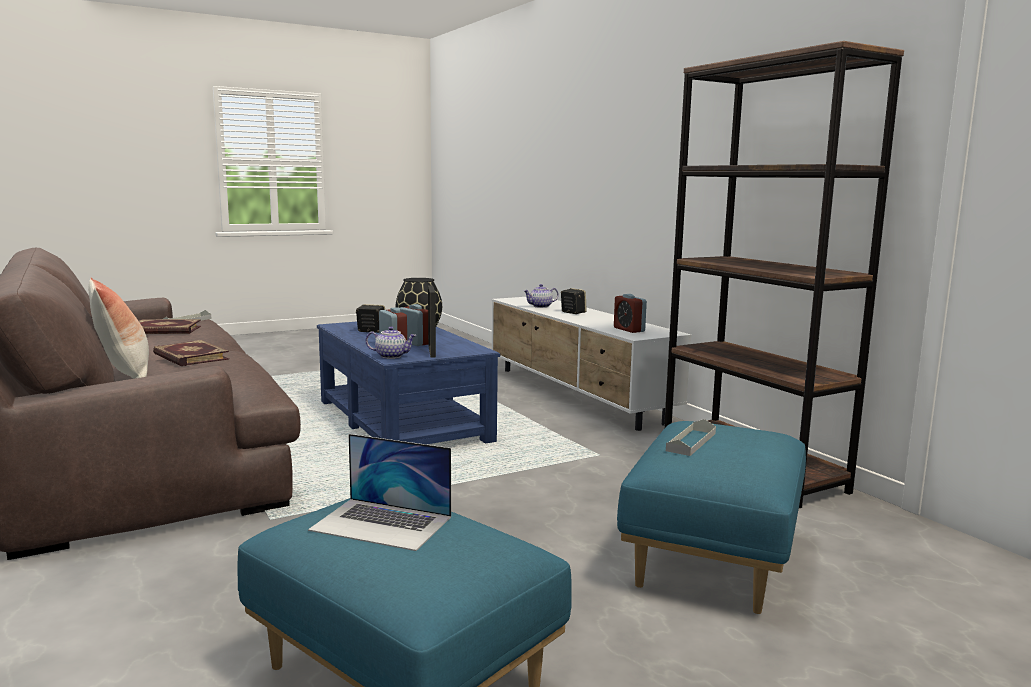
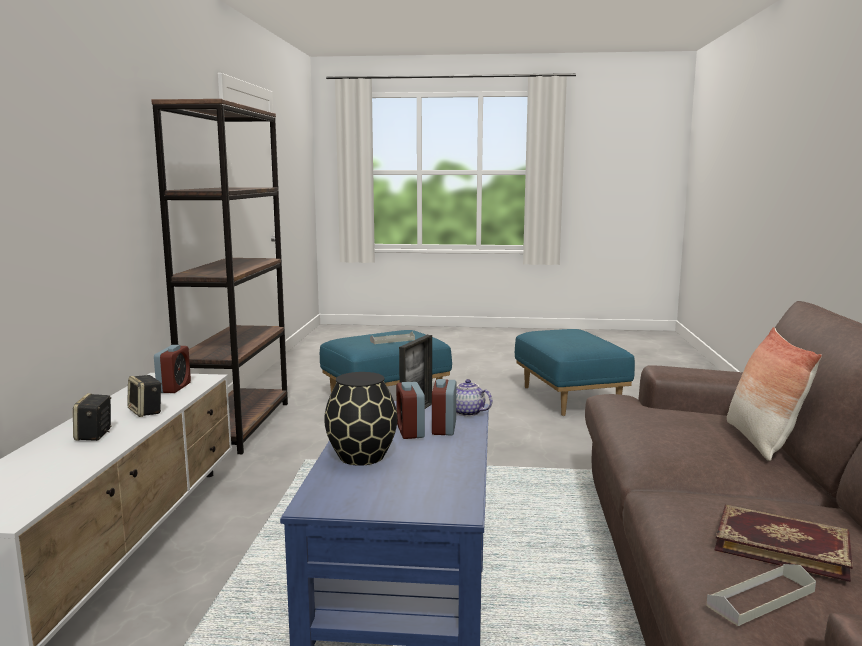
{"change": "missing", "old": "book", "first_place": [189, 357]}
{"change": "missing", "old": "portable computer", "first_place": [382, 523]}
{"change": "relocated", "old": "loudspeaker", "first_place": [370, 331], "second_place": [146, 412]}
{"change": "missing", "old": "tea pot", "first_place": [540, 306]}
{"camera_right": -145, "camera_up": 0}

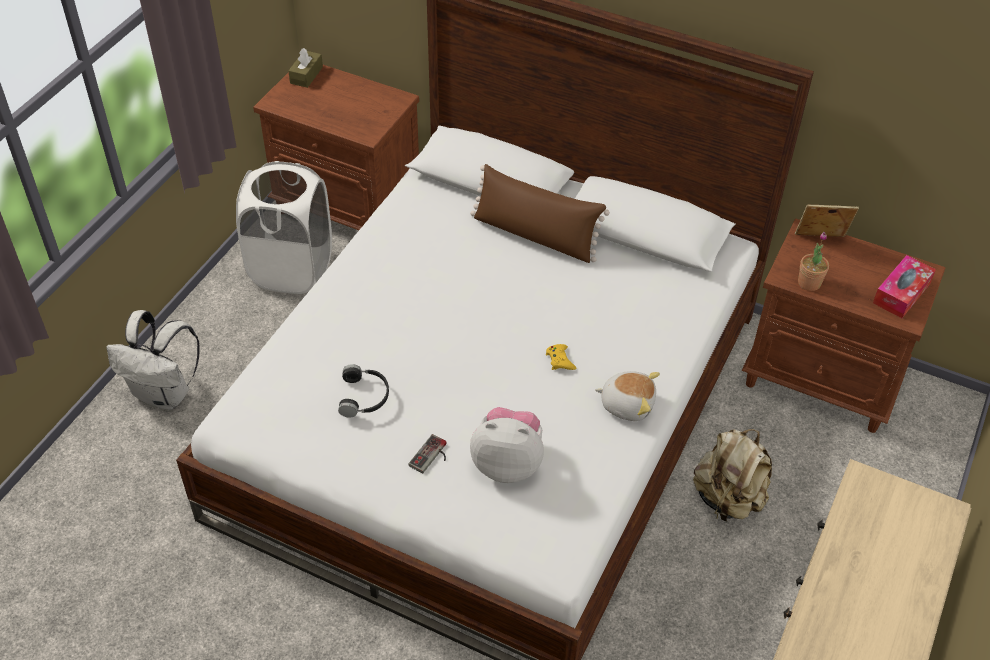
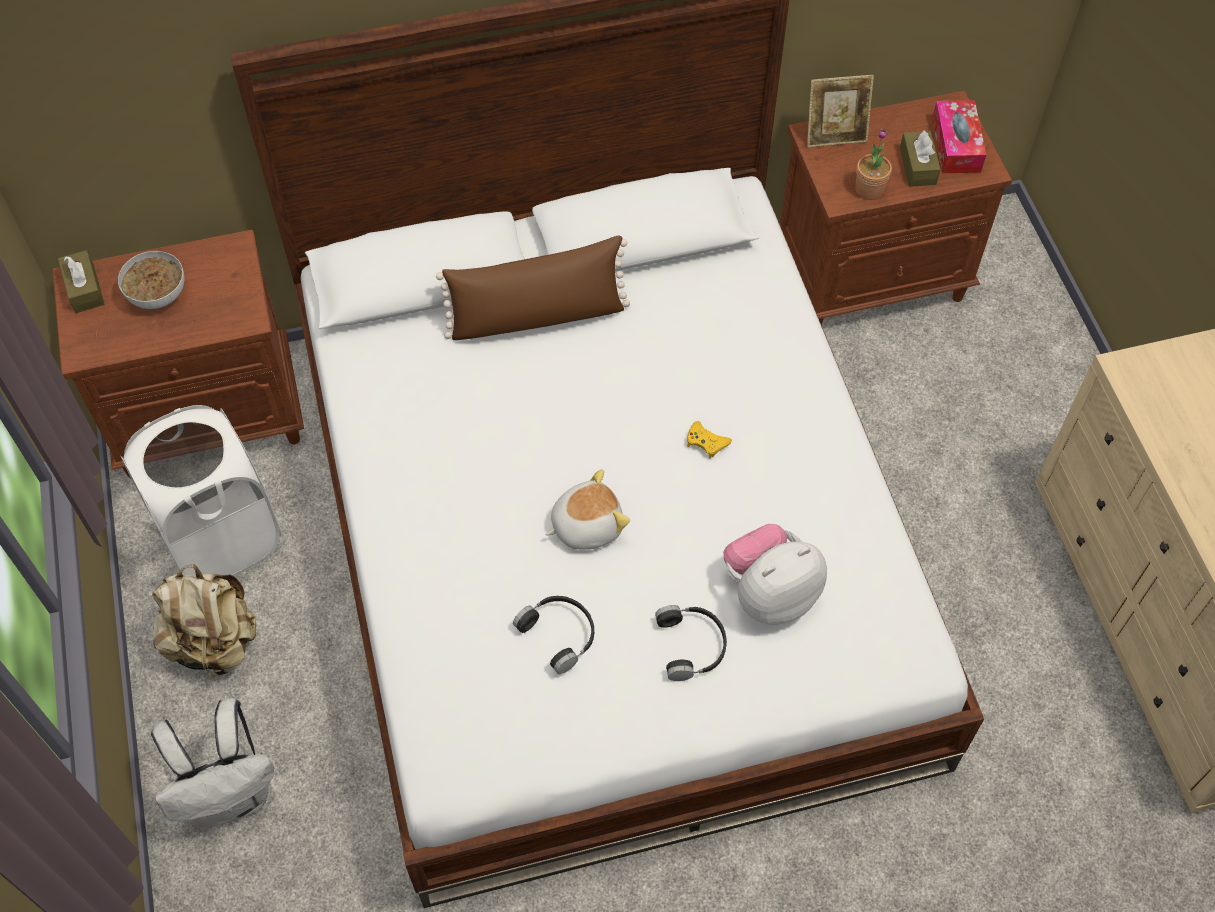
{"change": "exchanged", "old": "joypad", "new": "black headset", "first_place": [432, 457], "second_place": [692, 645]}
{"change": "relocated", "old": "plush toy", "first_place": [627, 404], "second_place": [586, 525]}
{"change": "relocated", "old": "sand-coloured rucksack", "first_place": [728, 498], "second_place": [214, 642]}
{"change": "spun", "old": "picture frame", "first_place": [820, 241], "second_place": [835, 136], "degrees": -150}
{"change": "appeared", "new": "bowl", "second_place": [157, 294]}
{"change": "appeared", "new": "brown-coloured tissue holder", "second_place": [917, 166]}
{"camera_right": -40, "camera_up": 10}

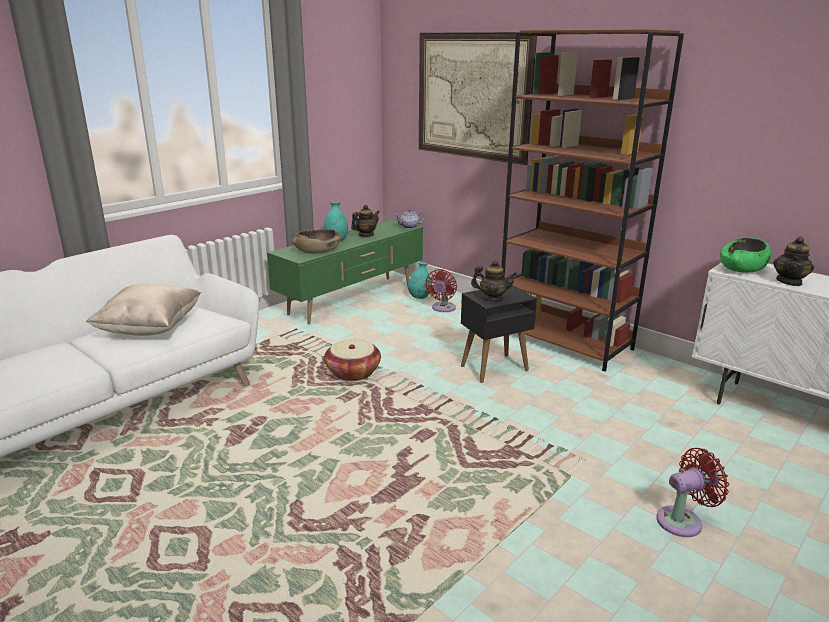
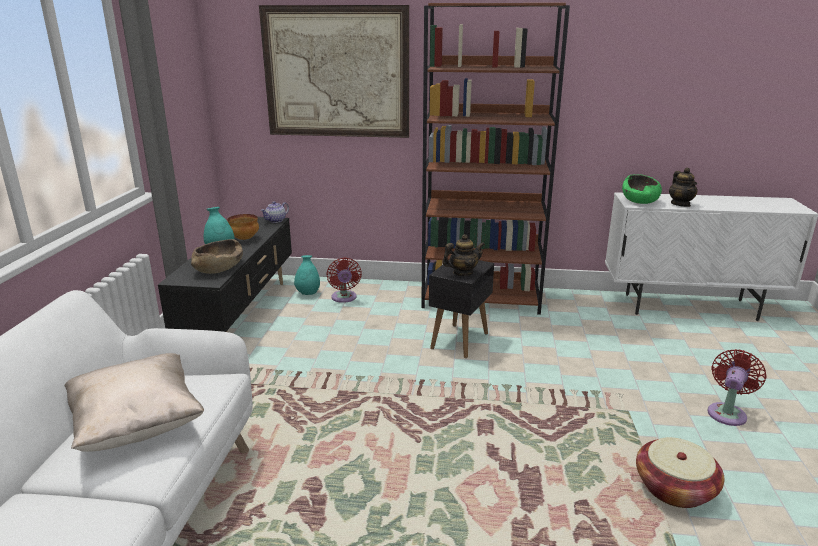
{"change": "colour", "old": "green tv stand", "new": "black tv stand", "first_place": [353, 299], "second_place": [241, 315]}
{"change": "relocated", "old": "storage basket", "first_place": [353, 372], "second_place": [674, 488]}
{"change": "exchanged", "old": "tea pot", "new": "bowl", "first_place": [365, 235], "second_place": [244, 239]}
{"camera_right": -35, "camera_up": 0}

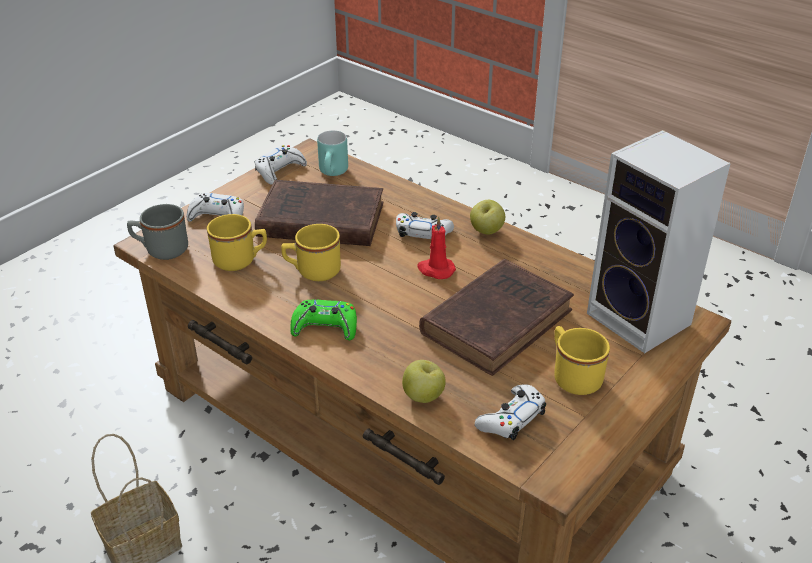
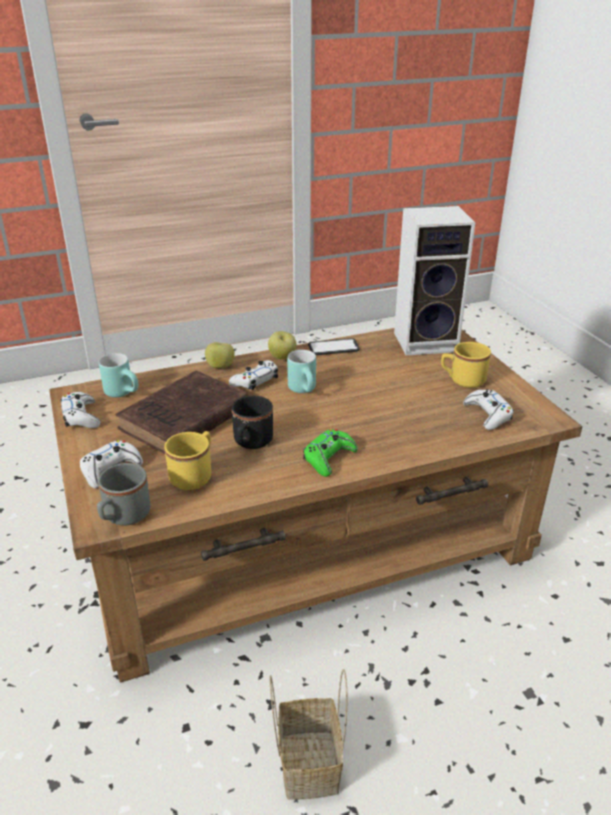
{"change": "colour", "old": "yellow mug", "new": "black mug", "first_place": [312, 271], "second_place": [251, 443]}
{"change": "relocated", "old": "apple fruit", "first_place": [423, 396], "second_place": [220, 367]}
{"change": "exchanged", "old": "red-coloured wax candle", "new": "turquoise mug", "first_place": [435, 270], "second_place": [305, 390]}
{"change": "missing", "old": "brown-coloured book", "first_place": [499, 320]}
{"change": "appeared", "new": "telephone", "second_place": [333, 347]}
{"camera_right": -60, "camera_up": -5}

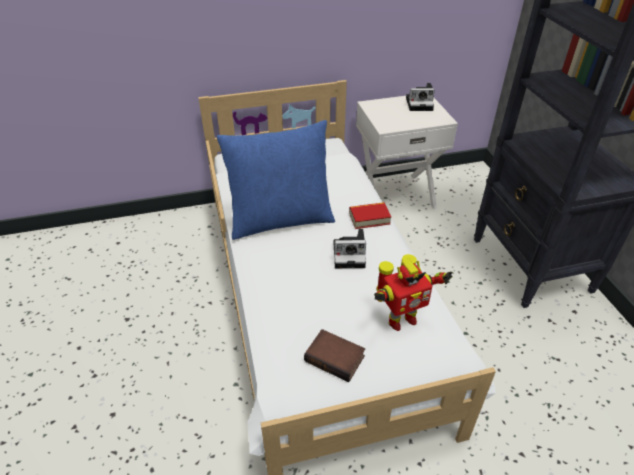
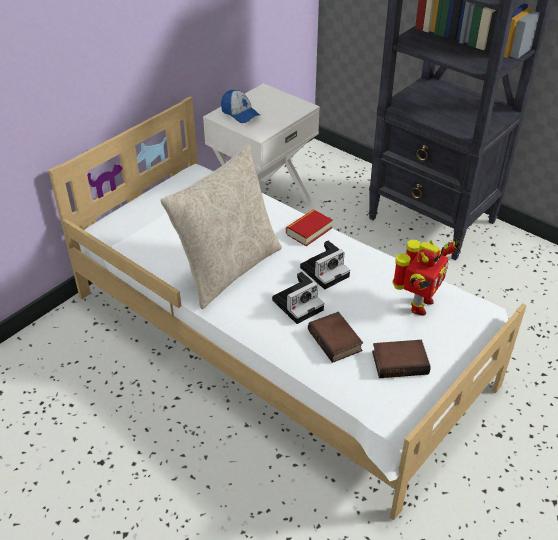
{"change": "colour", "old": "blue-coloured pillow", "new": "sand-coloured pillow", "first_place": [281, 219], "second_place": [228, 269]}
{"change": "relocated", "old": "still camera", "first_place": [420, 103], "second_place": [298, 303]}
{"change": "appeared", "new": "baseball cap", "second_place": [240, 114]}
{"change": "appeared", "new": "book", "second_place": [336, 341]}
{"camera_right": -35, "camera_up": 0}

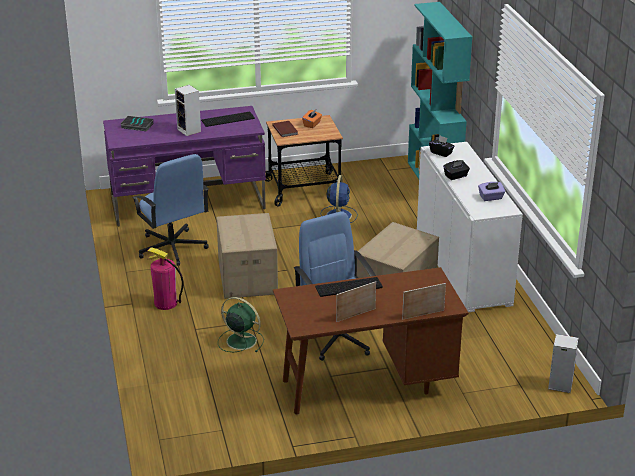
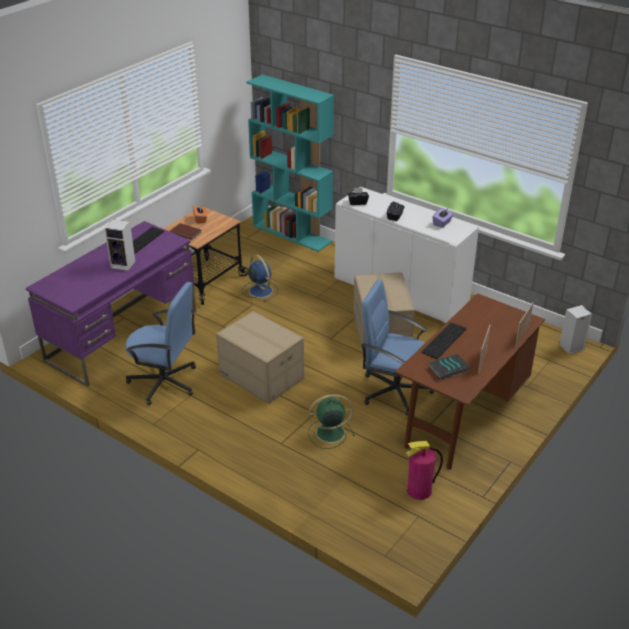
{"change": "relocated", "old": "book", "first_place": [136, 126], "second_place": [448, 369]}
{"change": "relocated", "old": "extinguisher", "first_place": [165, 303], "second_place": [419, 490]}
{"camera_right": -40, "camera_up": 5}

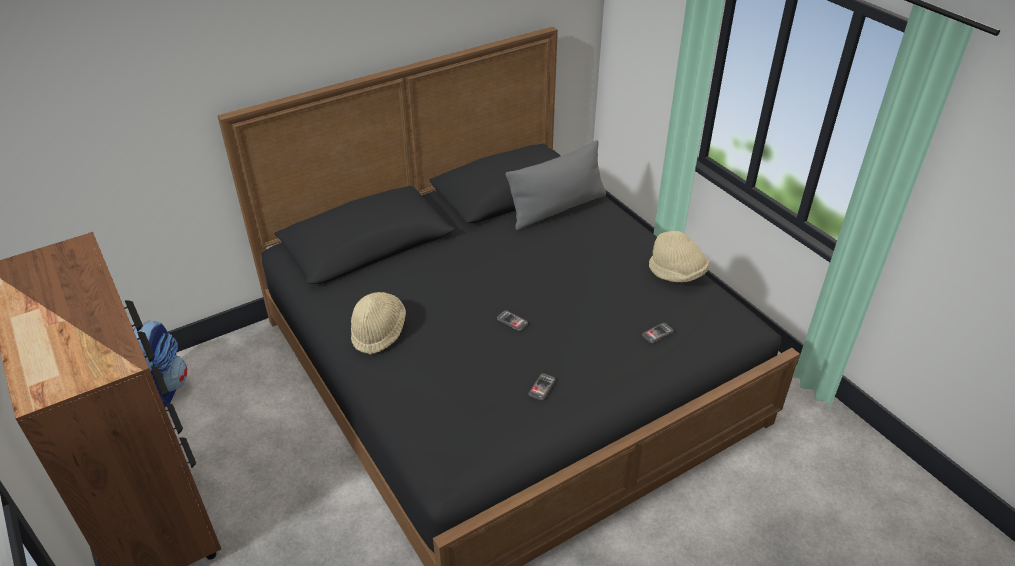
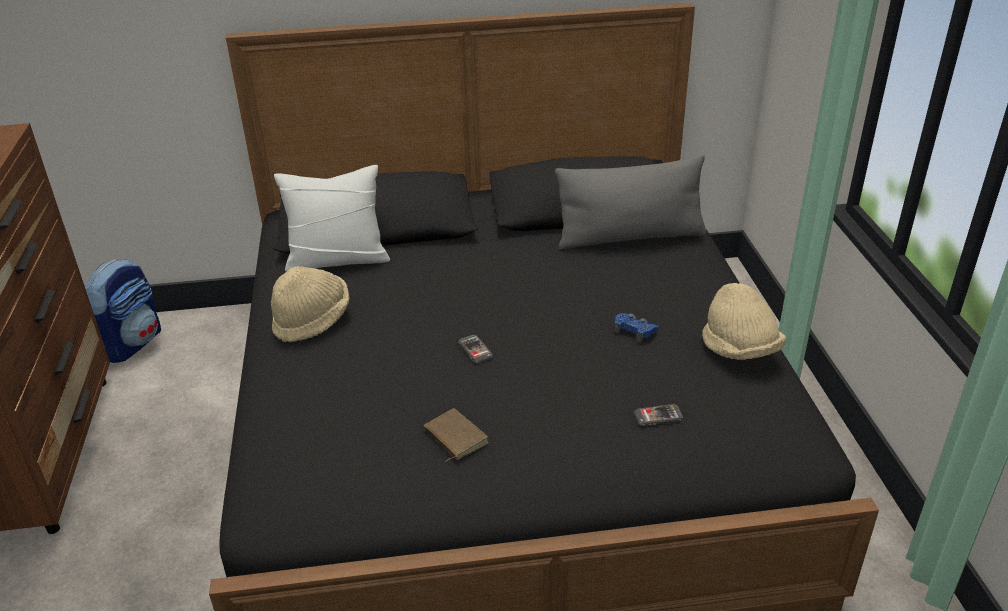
{"change": "exchanged", "old": "telephone", "new": "brown-coloured book", "first_place": [542, 387], "second_place": [454, 437]}
{"change": "appeared", "new": "whitish pillow", "second_place": [338, 259]}
{"change": "appeared", "new": "blue-coloured joypad", "second_place": [634, 331]}
{"camera_right": 25, "camera_up": -5}

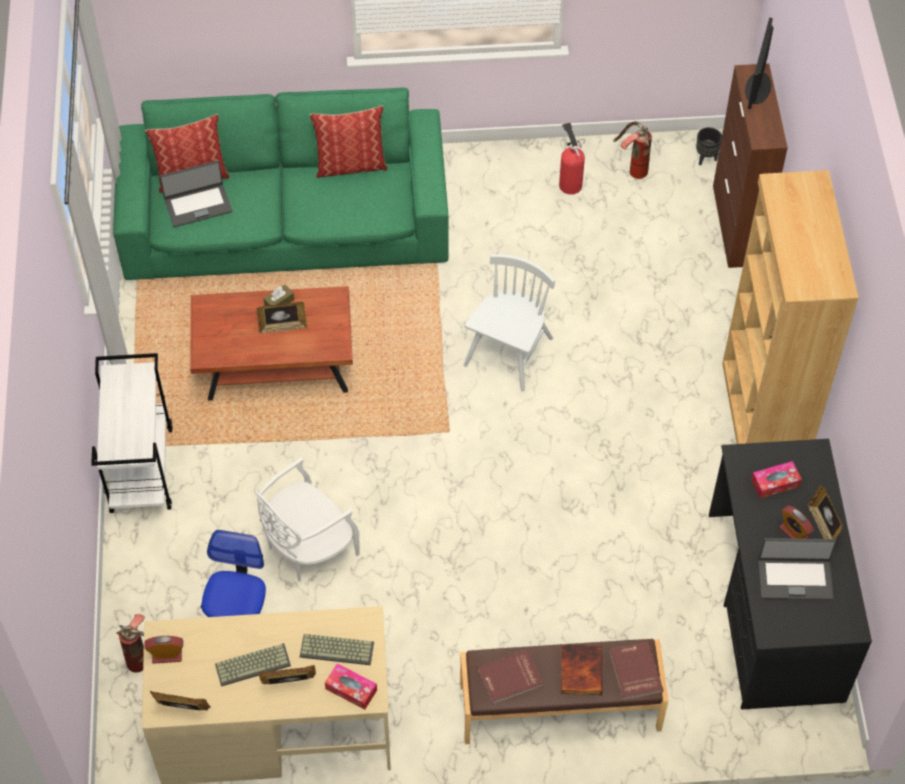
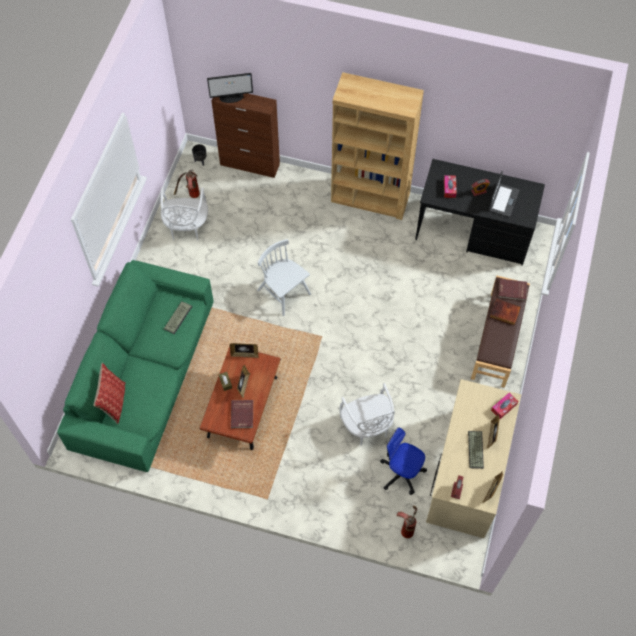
{"change": "missing", "old": "whitish cart", "first_place": [141, 469]}
{"change": "missing", "old": "portable computer", "first_place": [198, 205]}
{"change": "relocated", "old": "computer keyboard", "first_place": [338, 648], "second_place": [177, 317]}
{"change": "missing", "old": "pillow", "first_place": [350, 165]}
{"change": "relocated", "old": "red-coloured book", "first_place": [510, 678], "second_place": [242, 414]}
{"change": "exchanged", "old": "extinguisher", "new": "whitish upright chair", "first_place": [569, 183], "second_place": [186, 227]}
{"change": "spun", "old": "computer display", "first_place": [757, 88], "second_place": [231, 97], "degrees": -45}
{"change": "relocated", "old": "picture frame", "first_place": [822, 526], "second_place": [244, 354]}
{"camera_right": -70, "camera_up": 5}

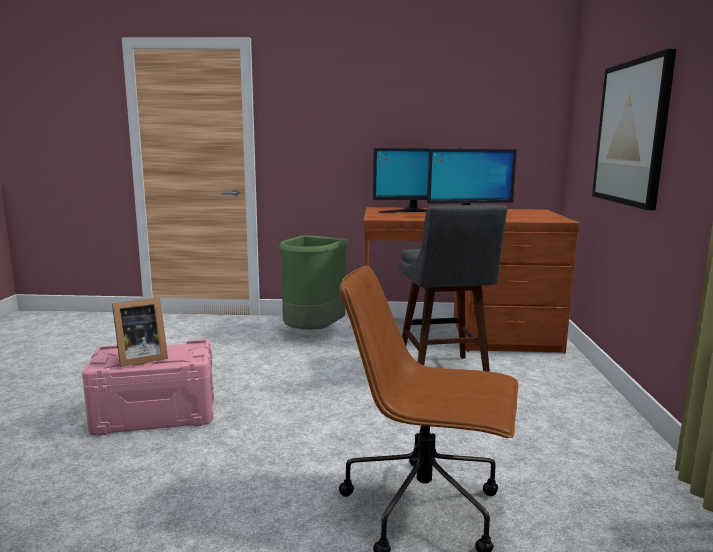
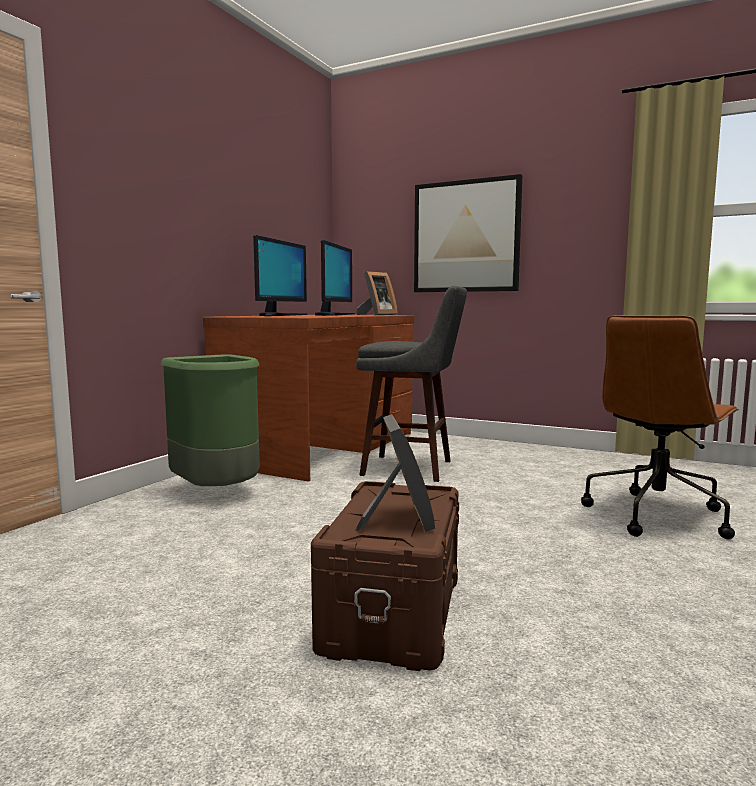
{"change": "colour", "old": "pinkish storage bin", "new": "brown-coloured storage bin", "first_place": [155, 415], "second_place": [395, 612]}
{"change": "appeared", "new": "picture frame", "second_place": [377, 314]}
{"camera_right": -65, "camera_up": -5}

